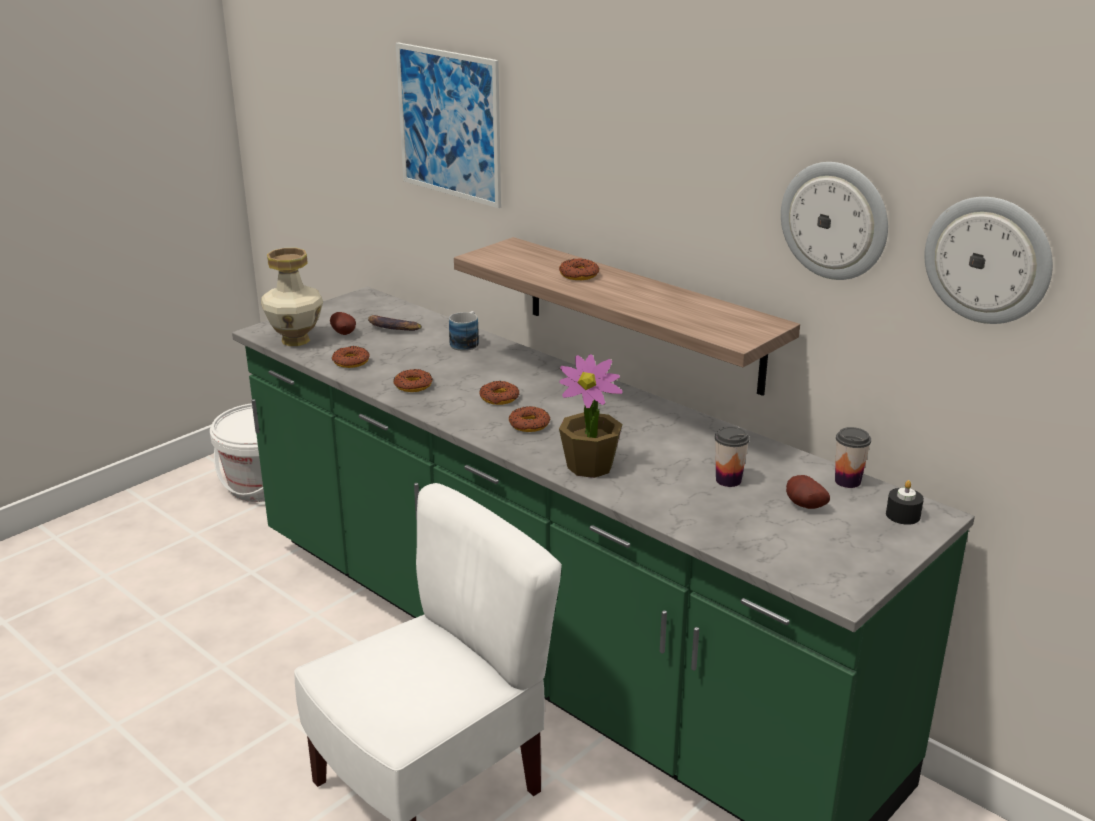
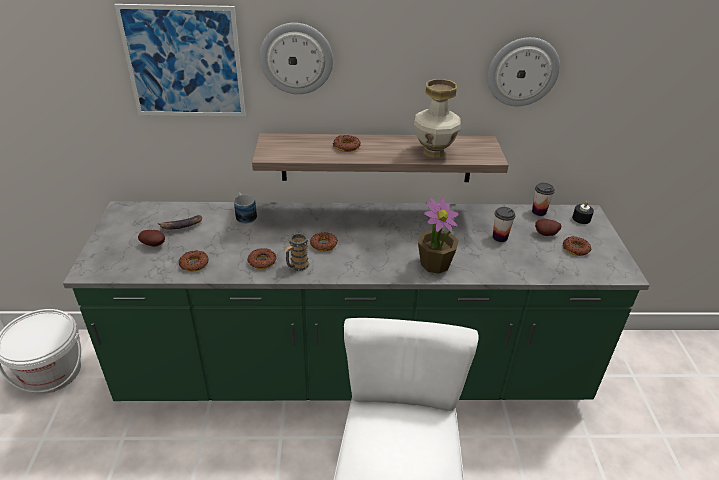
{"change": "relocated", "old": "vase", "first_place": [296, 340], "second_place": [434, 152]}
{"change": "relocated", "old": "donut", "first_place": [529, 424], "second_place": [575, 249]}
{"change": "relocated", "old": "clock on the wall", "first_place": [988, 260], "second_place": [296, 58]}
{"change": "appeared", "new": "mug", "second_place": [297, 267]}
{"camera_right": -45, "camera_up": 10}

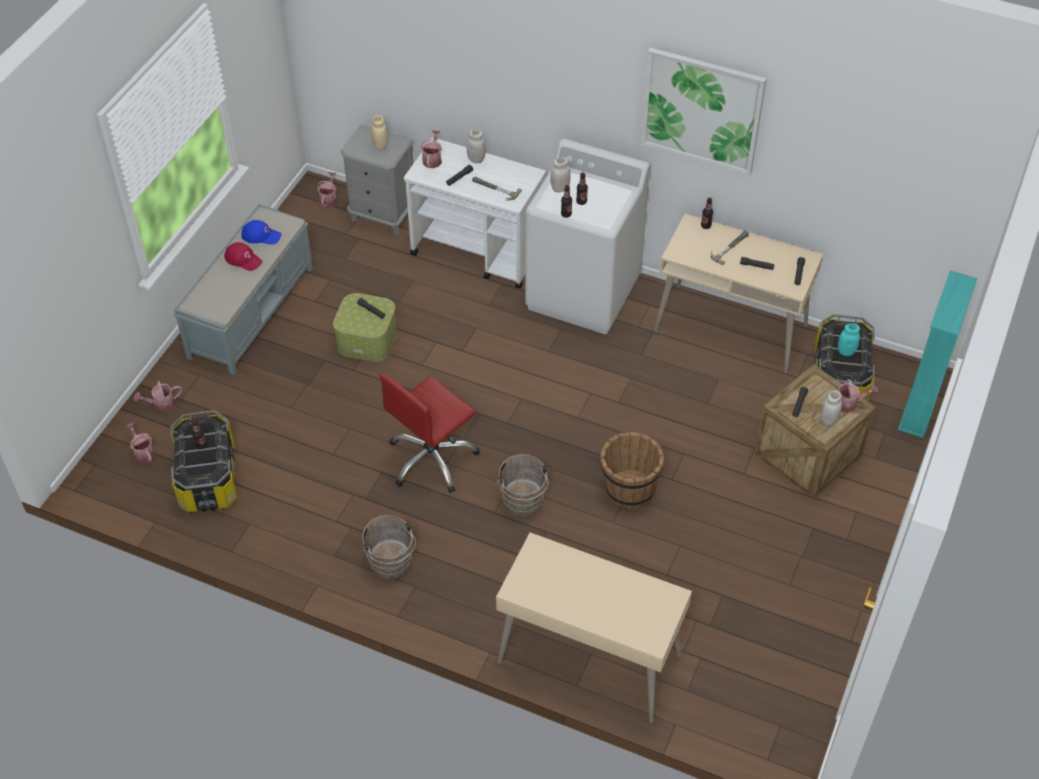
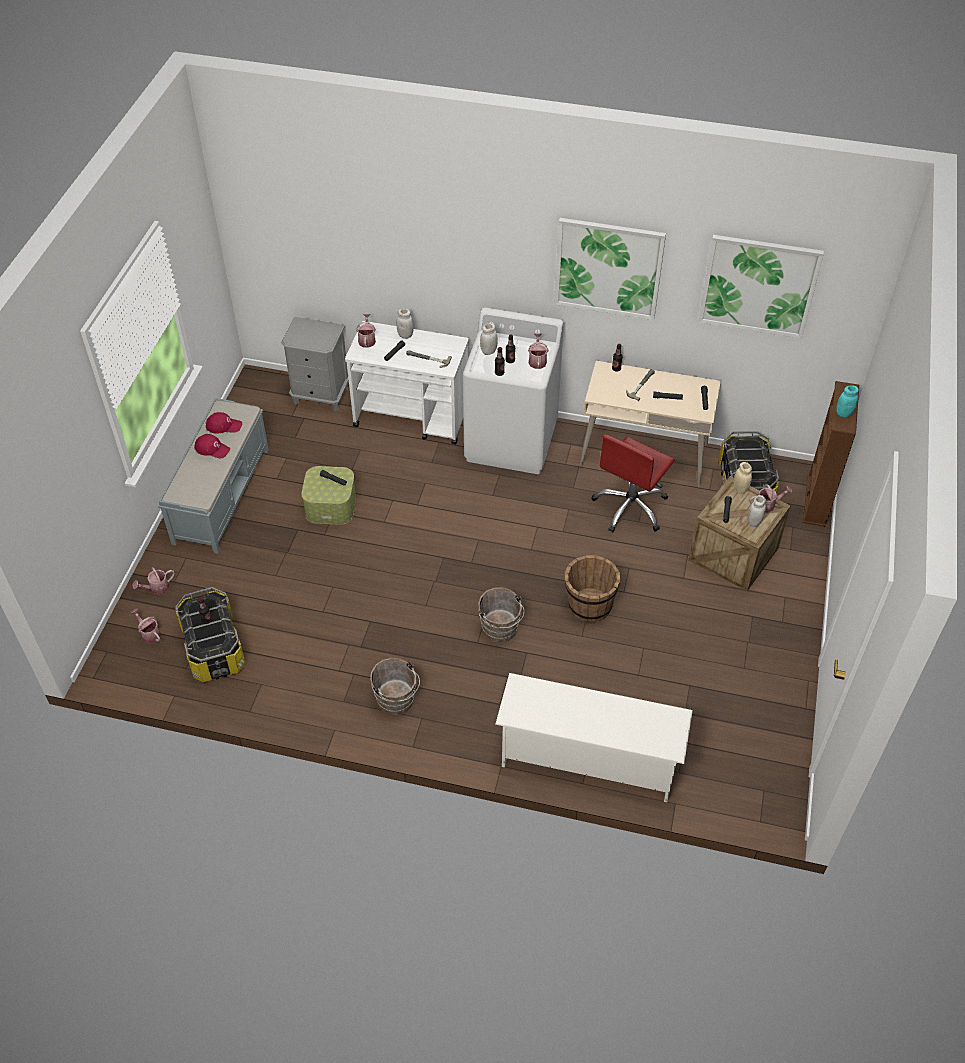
{"change": "colour", "old": "blue-coloured baseball cap", "new": "red-coloured baseball cap", "first_place": [261, 235], "second_place": [224, 425]}
{"change": "relocated", "old": "watering pot", "first_place": [329, 199], "second_place": [537, 360]}
{"change": "relocated", "old": "sand-coloured storage jar", "first_place": [380, 145], "second_place": [740, 489]}
{"change": "relocated", "old": "red-coloured computer chair", "first_place": [432, 459], "second_place": [630, 507]}
{"change": "exchanged", "old": "sand-coloured desk unit", "new": "whitish shoe stand", "first_place": [589, 660], "second_place": [588, 759]}
{"change": "relocated", "old": "turquoise storage jar", "first_place": [846, 351], "second_place": [844, 413]}
{"change": "colour", "old": "turquoise bookcase", "new": "brown-coloured bookcase", "first_place": [920, 406], "second_place": [816, 500]}
{"change": "appeared", "new": "wall picture", "second_place": [758, 286]}
{"camera_right": -10, "camera_up": 0}

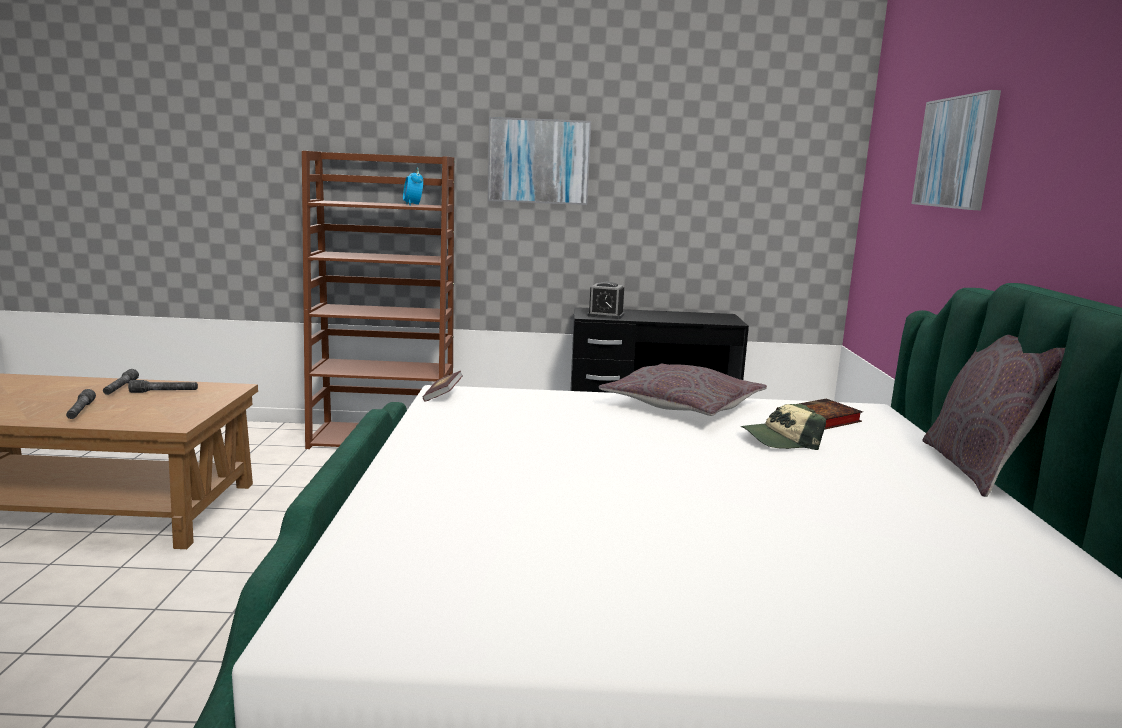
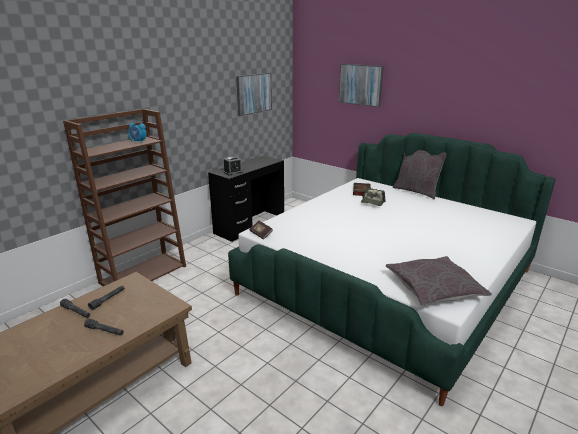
{"change": "relocated", "old": "wall picture", "first_place": [539, 161], "second_place": [253, 93]}
{"change": "relocated", "old": "greyish pillow", "first_place": [682, 405], "second_place": [434, 288]}
{"camera_right": -50, "camera_up": 10}

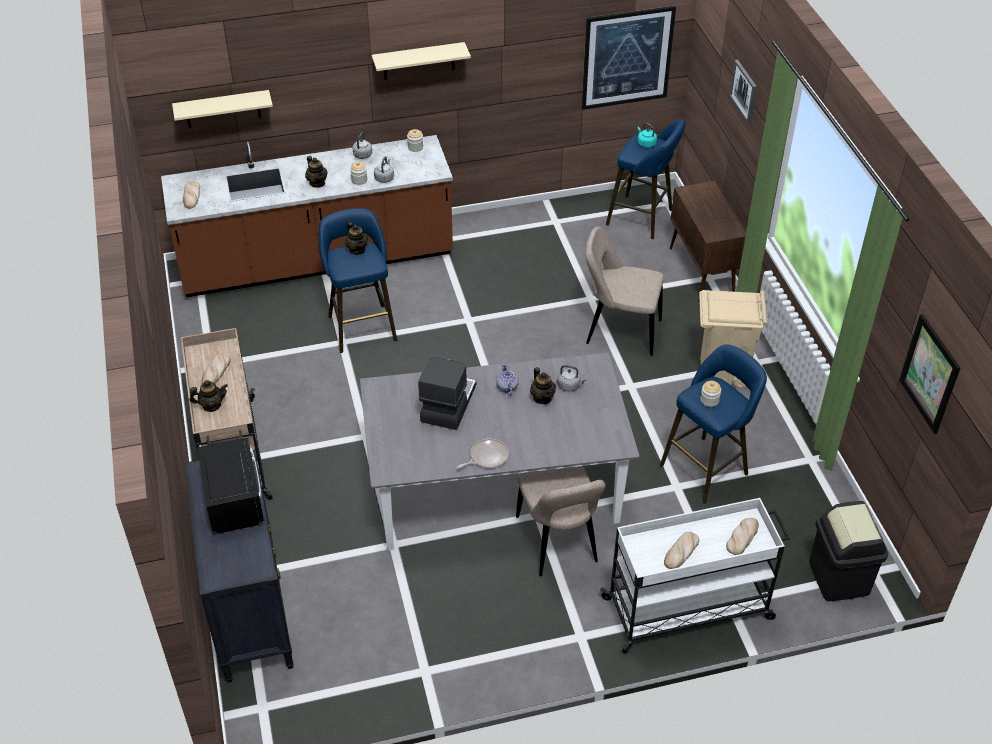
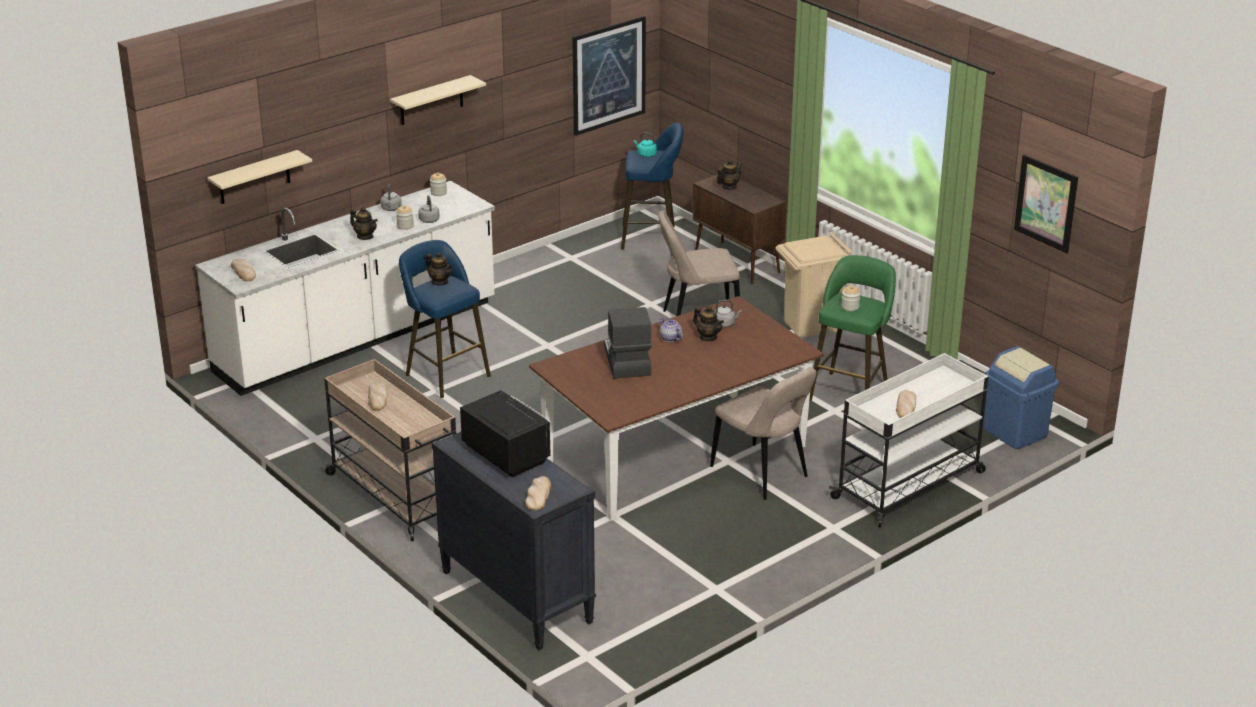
{"change": "colour", "old": "brown-coloured counter", "new": "whitish counter", "first_place": [317, 262], "second_place": [357, 338]}
{"change": "relocated", "old": "tea pot", "first_place": [211, 406], "second_place": [729, 187]}
{"change": "colour", "old": "greyish kitchen table", "new": "brown-coloured kitchen table", "first_place": [495, 490], "second_place": [675, 454]}
{"change": "missing", "old": "pan", "first_place": [487, 457]}
{"change": "colour", "old": "blue-coloured stool", "new": "green stool", "first_place": [707, 467], "second_place": [850, 391]}
{"change": "relocated", "old": "baked bread", "first_place": [742, 537], "second_place": [538, 495]}
{"change": "missing", "old": "wall picture", "first_place": [744, 91]}
{"change": "colour", "old": "black waste bin", "new": "blue-coloured waste bin", "first_place": [839, 578], "second_place": [1015, 432]}
{"camera_right": -25, "camera_up": -15}

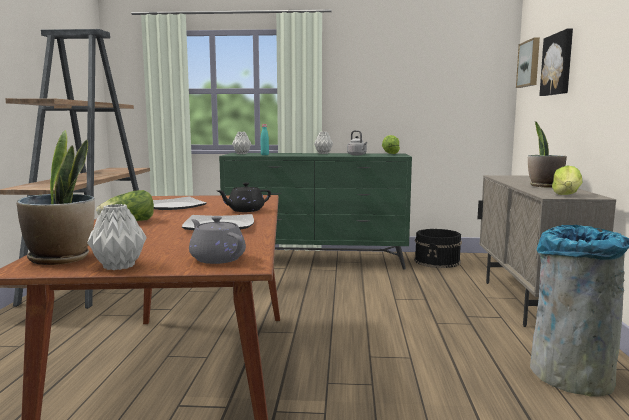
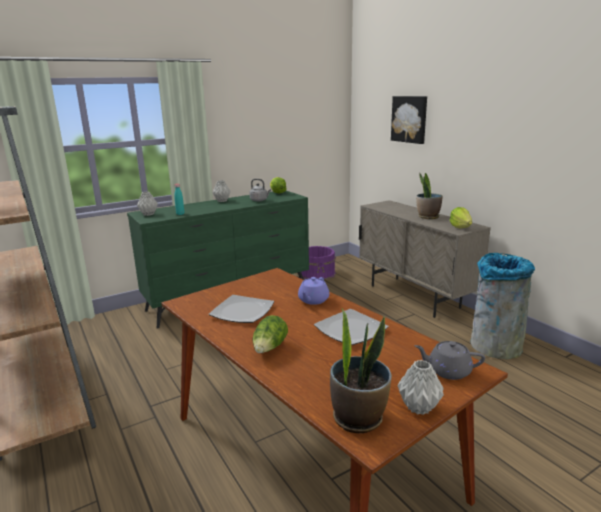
{"change": "colour", "old": "black tea pot", "new": "purple tea pot", "first_place": [245, 210], "second_place": [313, 300]}
{"change": "colour", "old": "black pail", "new": "purple pail", "first_place": [437, 261], "second_place": [317, 273]}
{"change": "missing", "old": "wall picture", "first_place": [530, 63]}
{"camera_right": -35, "camera_up": 10}

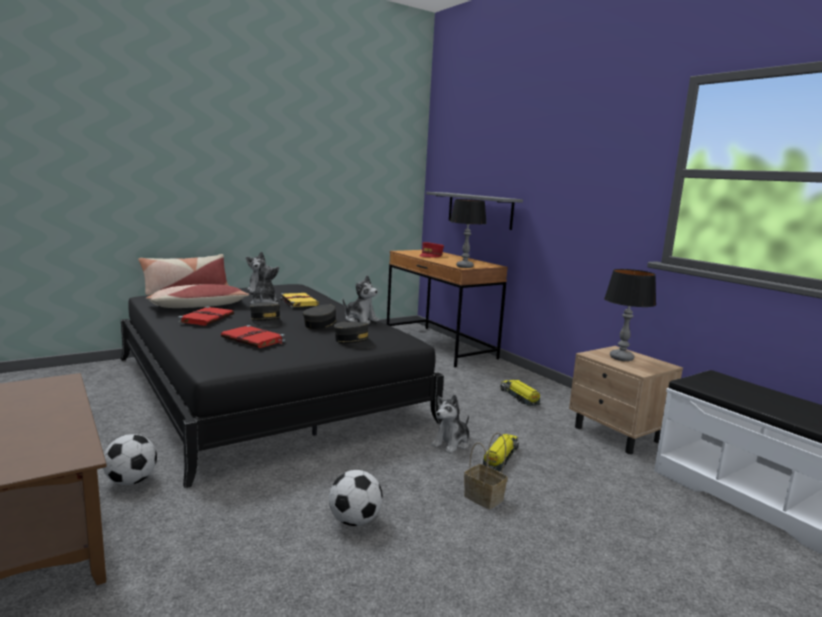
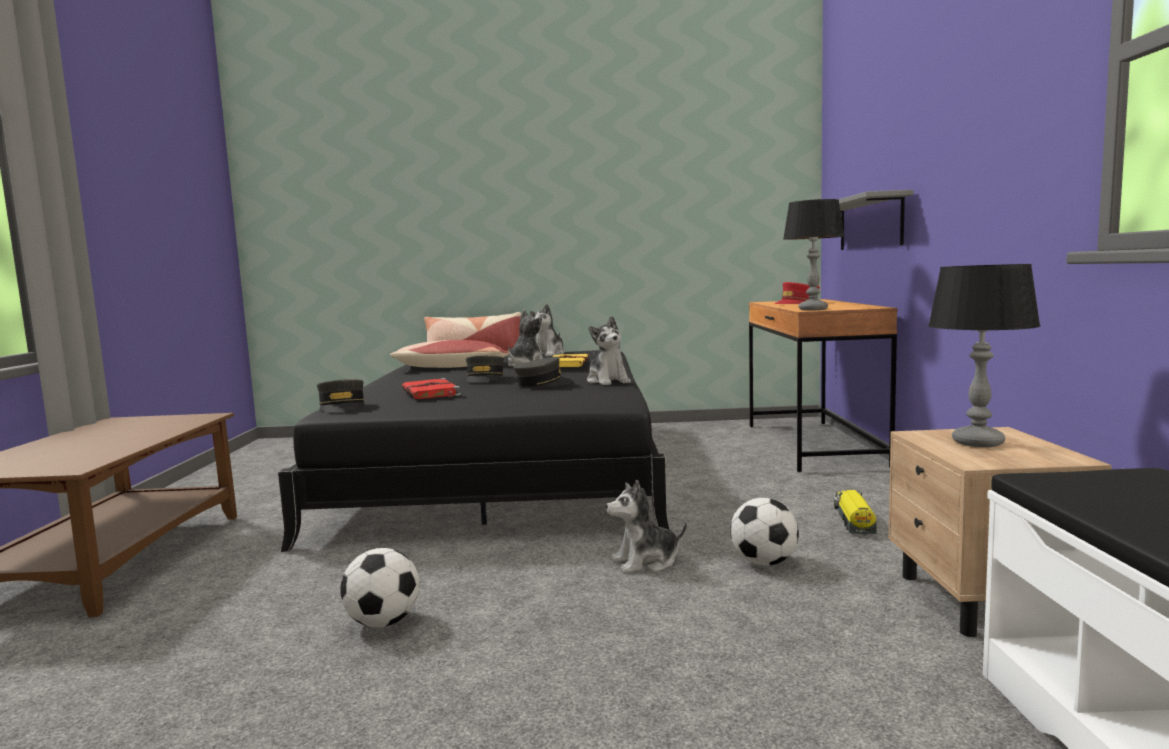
{"change": "relocated", "old": "football ball", "first_place": [131, 481], "second_place": [764, 562]}
{"change": "missing", "old": "red-coloured book", "first_place": [207, 318]}
{"change": "relocated", "old": "greyish baseball cap", "first_place": [354, 342], "second_place": [342, 407]}
{"change": "missing", "old": "storage basket", "first_place": [485, 498]}
{"change": "missing", "old": "toy lorry", "first_place": [500, 458]}
{"camera_right": 35, "camera_up": -5}

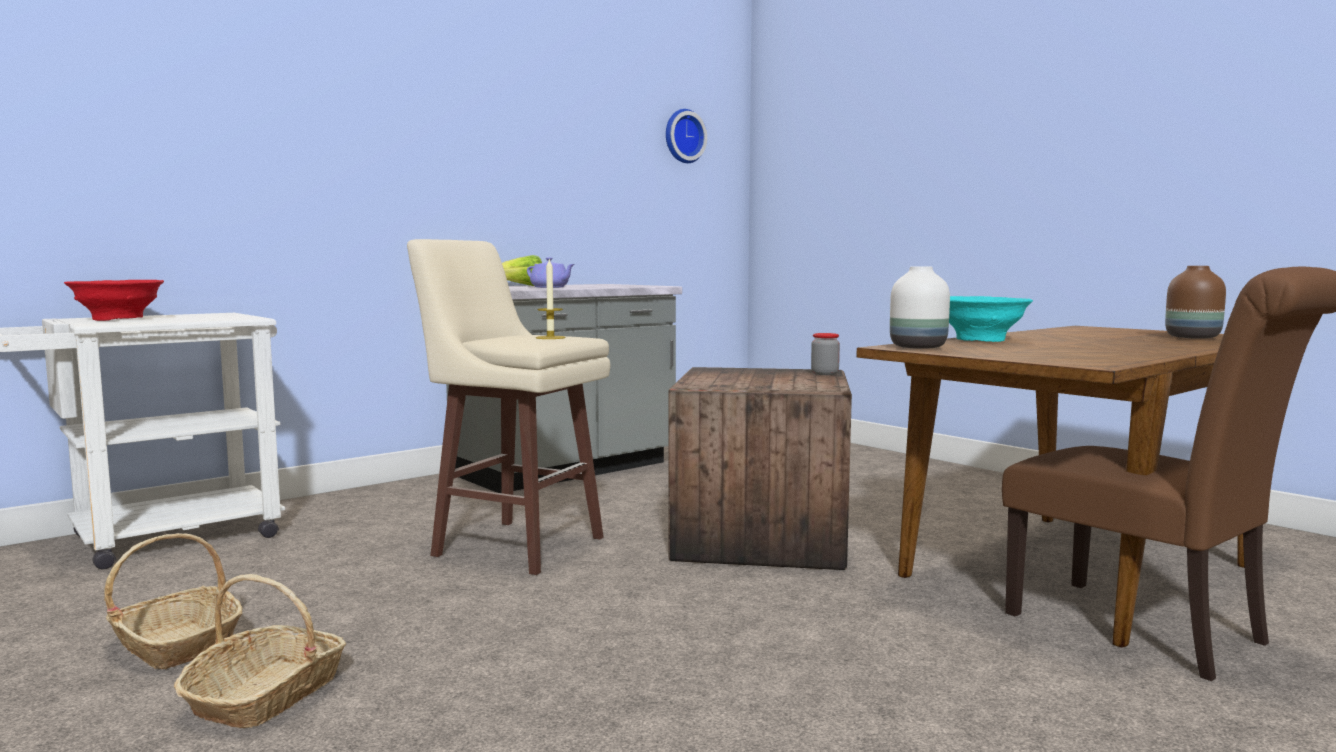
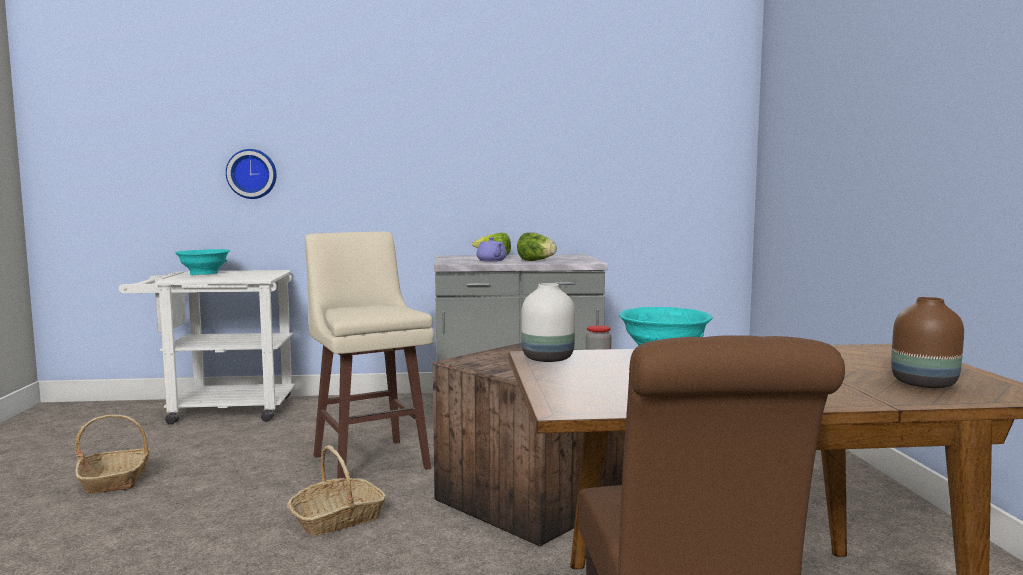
{"change": "colour", "old": "red-coloured bowl", "new": "turquoise bowl", "first_place": [118, 319], "second_place": [204, 274]}
{"change": "relocated", "old": "storage basket", "first_place": [266, 695], "second_place": [337, 519]}
{"change": "missing", "old": "wax candle", "first_place": [550, 337]}
{"change": "relocated", "old": "clock on the wall", "first_place": [683, 136], "second_place": [252, 174]}
{"change": "appeared", "new": "head of lettuce", "second_place": [536, 261]}
{"camera_right": 35, "camera_up": 0}

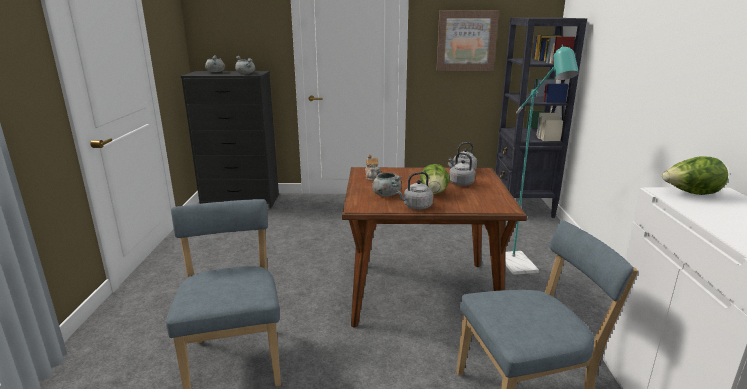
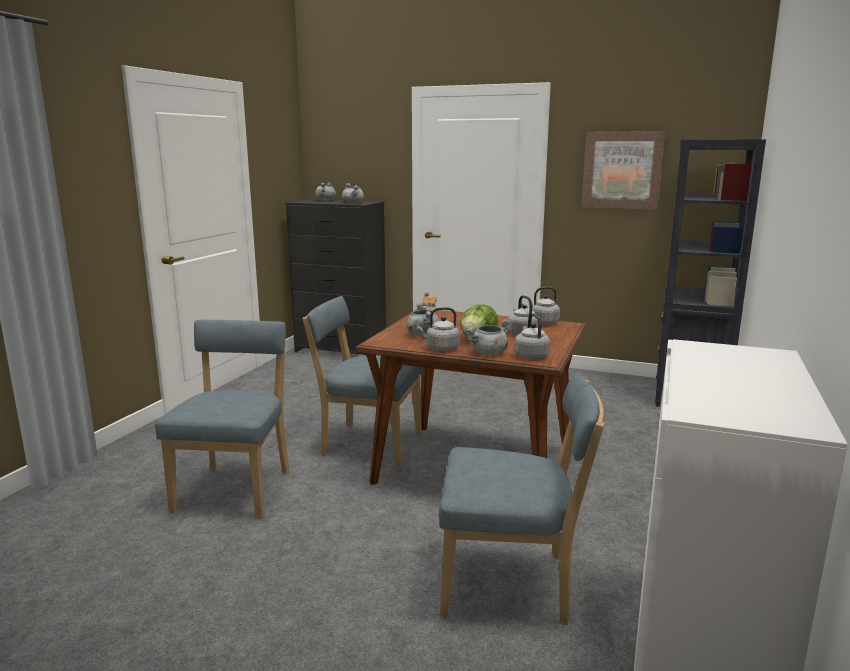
{"change": "missing", "old": "turquoise floor lamp", "first_place": [521, 267]}
{"change": "missing", "old": "head of lettuce", "first_place": [690, 194]}
{"change": "appeared", "new": "blue-coloured upright chair", "second_place": [367, 443]}
{"change": "appeared", "new": "greyish cooking pot", "second_place": [488, 353]}
{"change": "appeared", "new": "greyish kettle", "second_place": [530, 355]}
{"camera_right": 20, "camera_up": -5}

